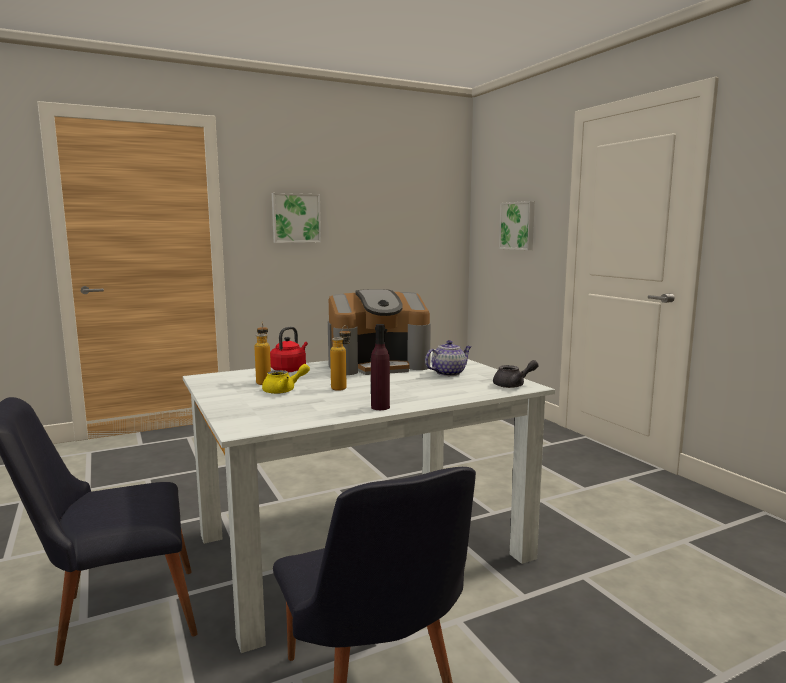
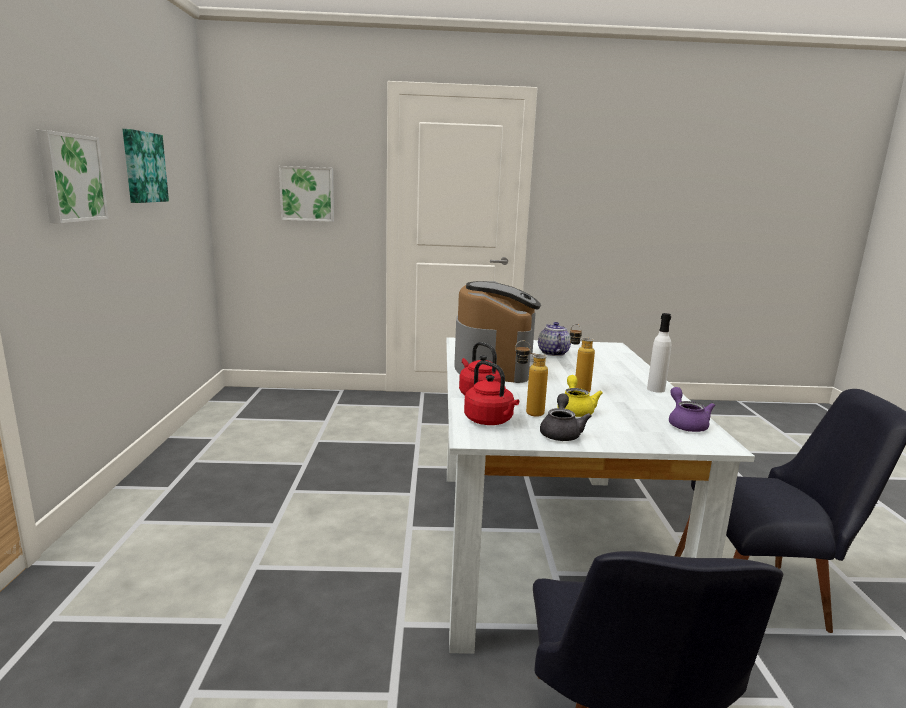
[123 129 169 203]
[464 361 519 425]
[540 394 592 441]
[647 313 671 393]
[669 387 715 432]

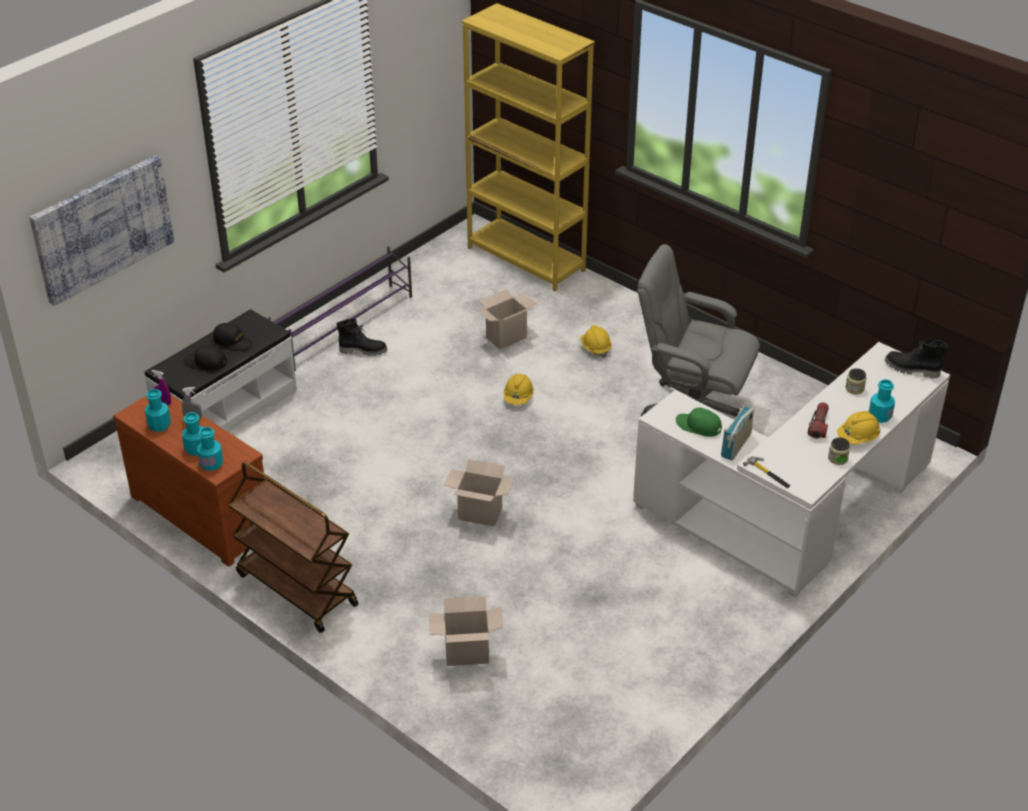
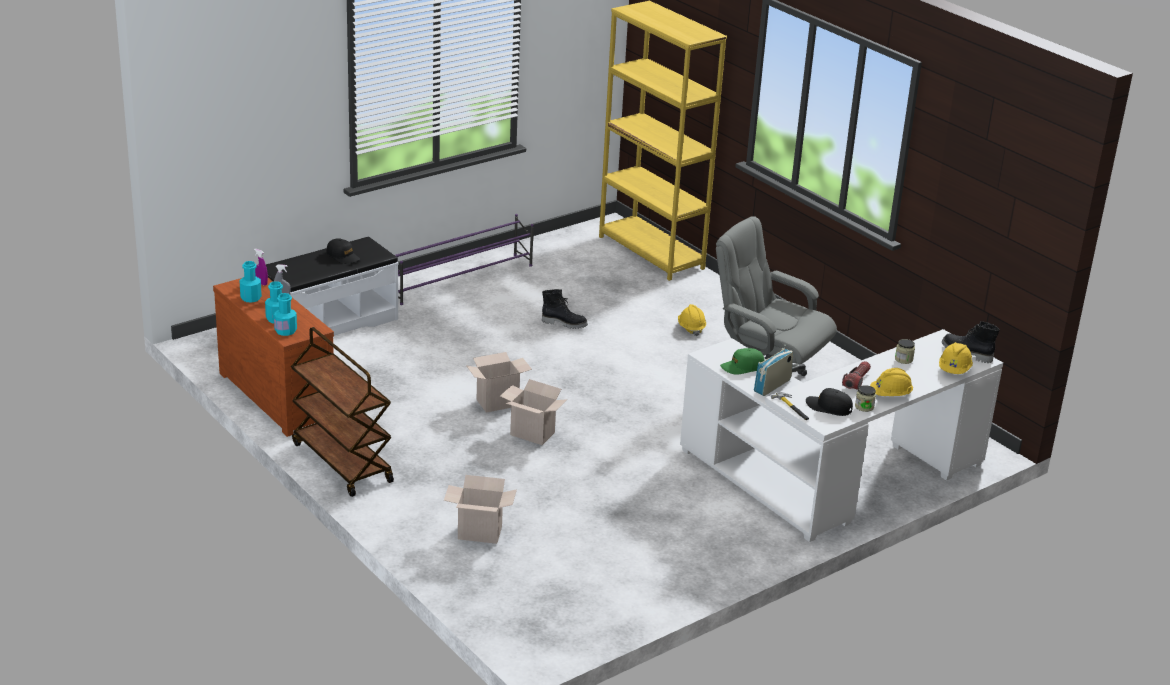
[466 352 532 413]
[542 289 588 329]
[720 348 764 375]
[806 388 853 416]
[939 342 973 374]
[29 155 174 306] (first image)
[869 379 895 423] (first image)

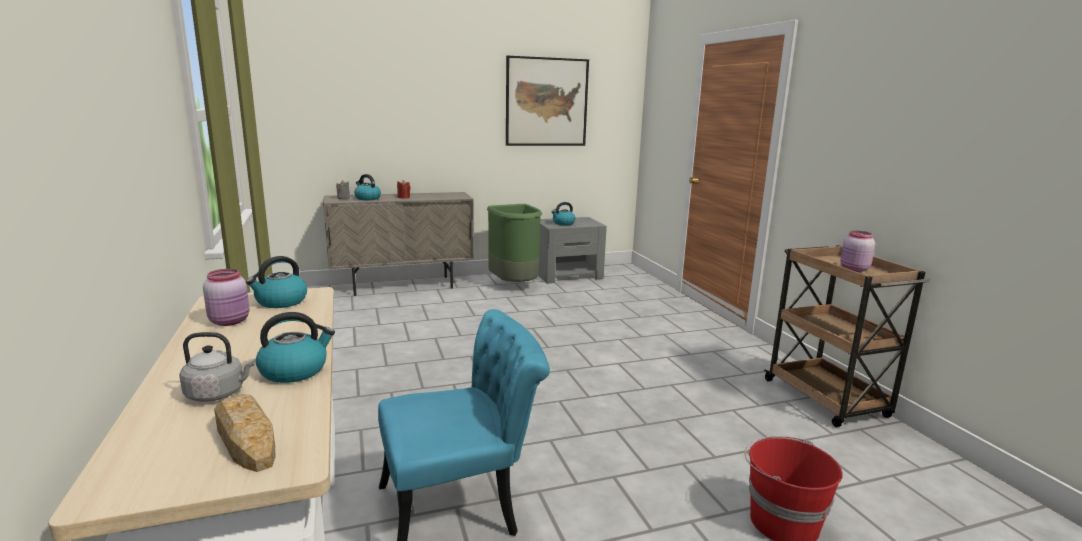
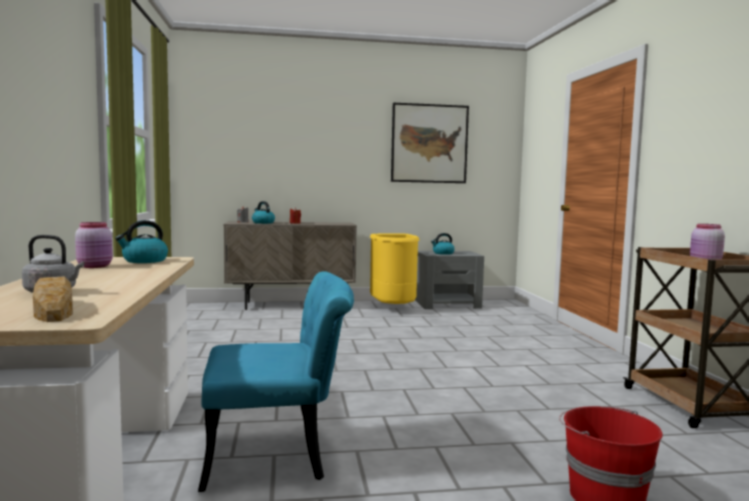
[370 234 420 304]
[256 312 335 383] (first image)

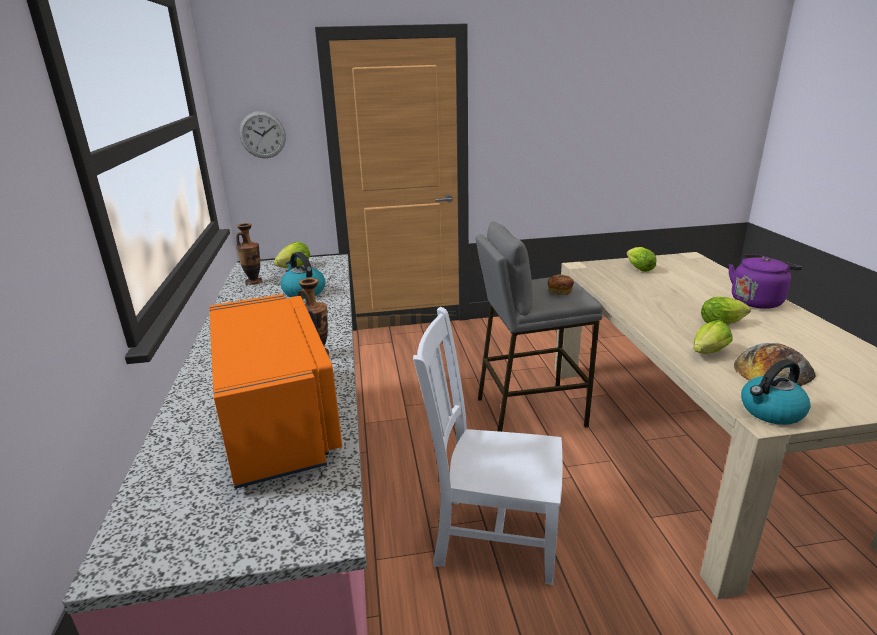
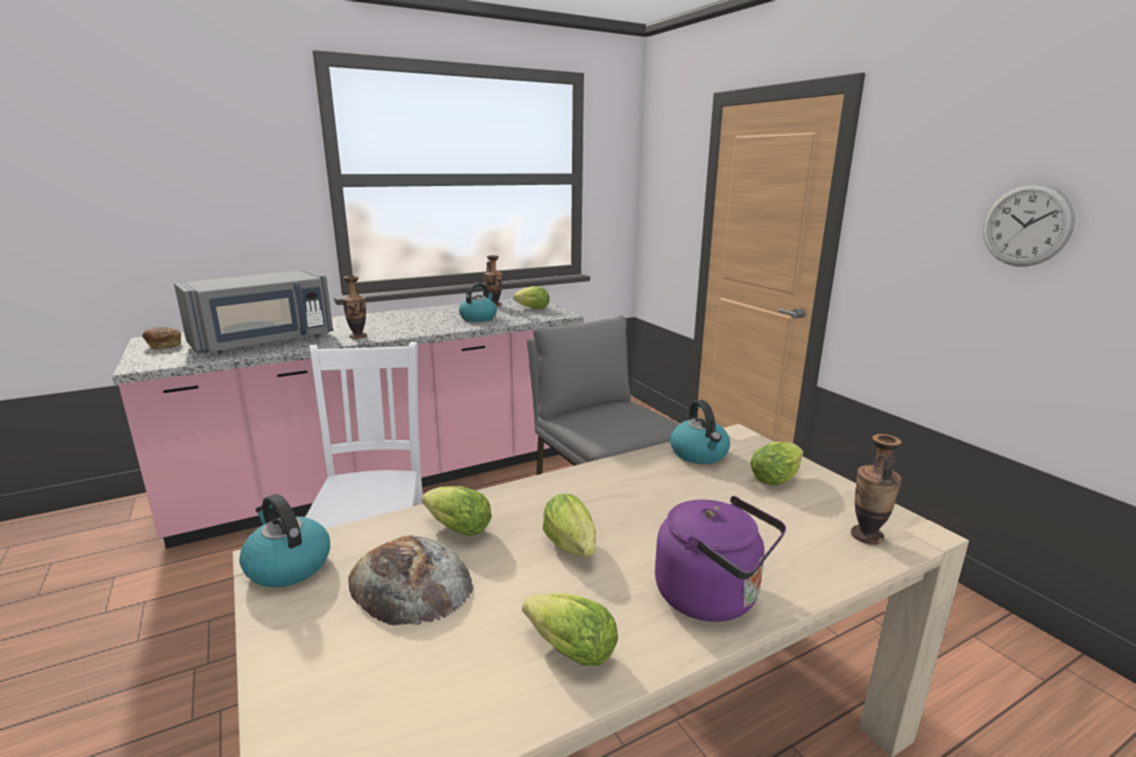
[142 327 182 349]
[174 270 333 354]
[522 593 618 666]
[670 400 730 464]
[851 434 902 545]
[983 183 1076 266]

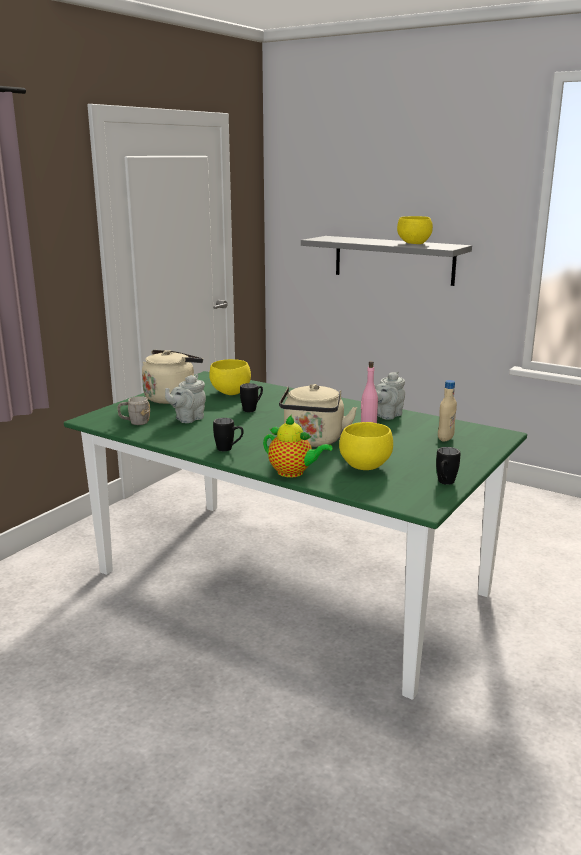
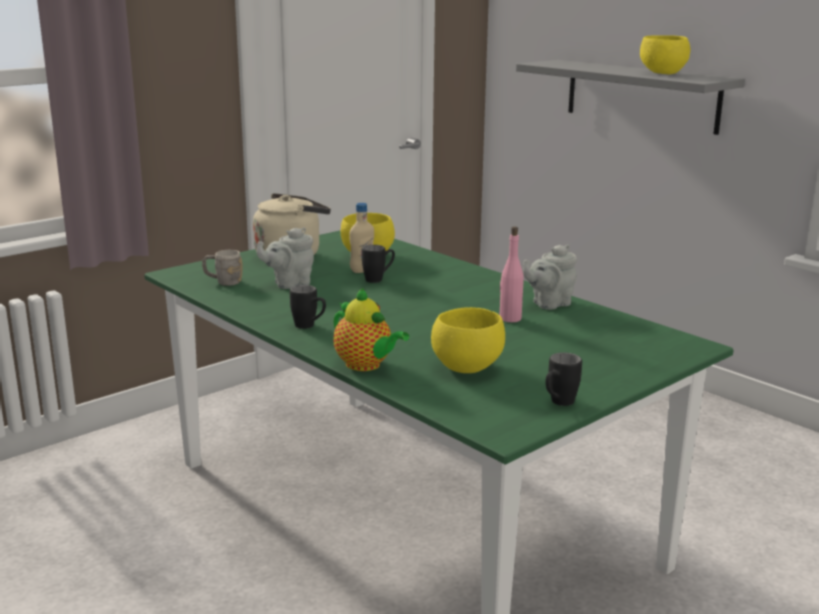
[349 203 374 273]
[279 384 357 447] (first image)

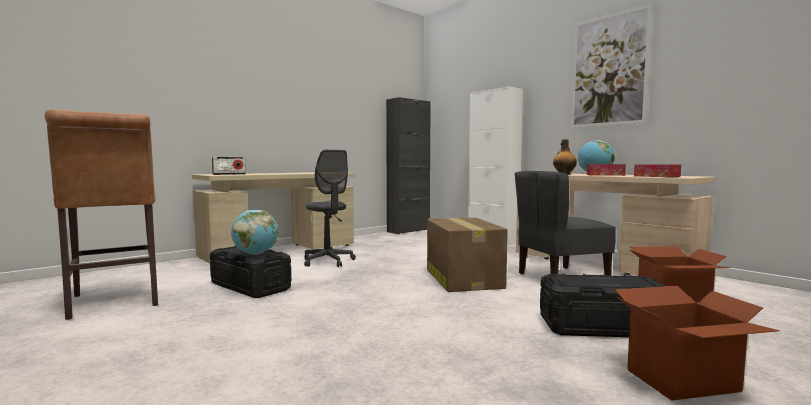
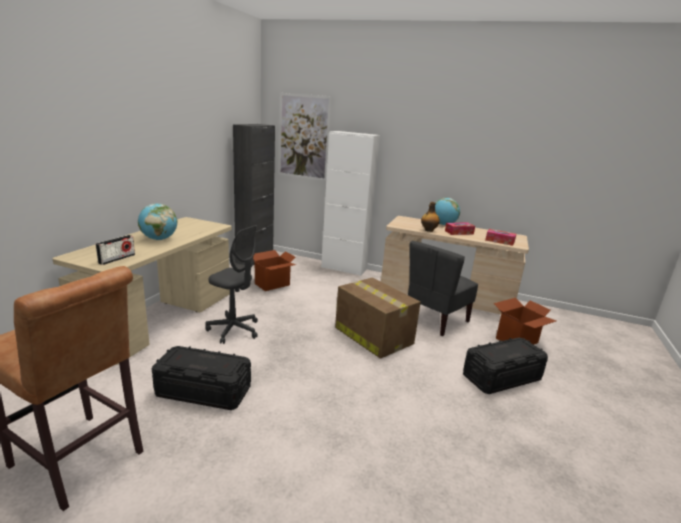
[138 204 178 240]
[253 250 296 291]
[278 93 332 181]

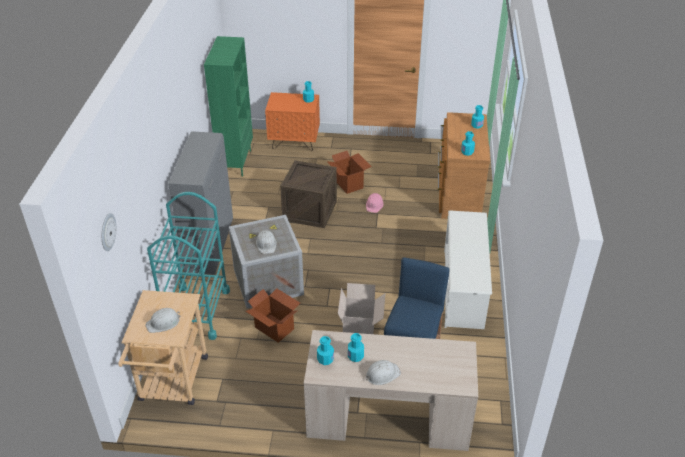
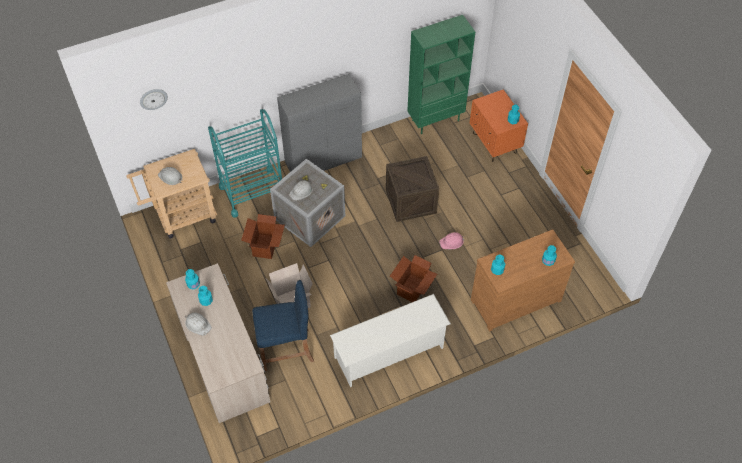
[390 255 437 302]

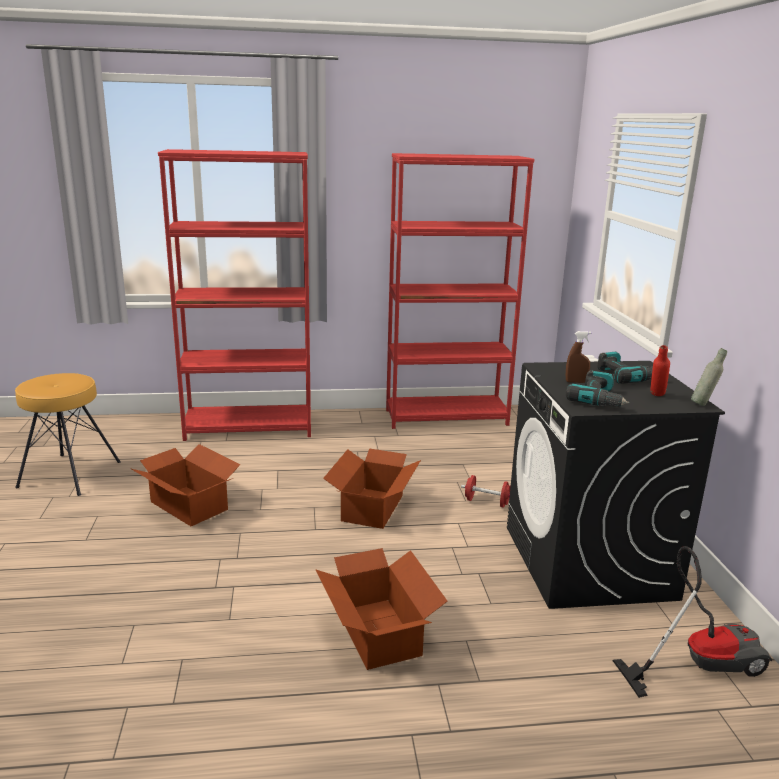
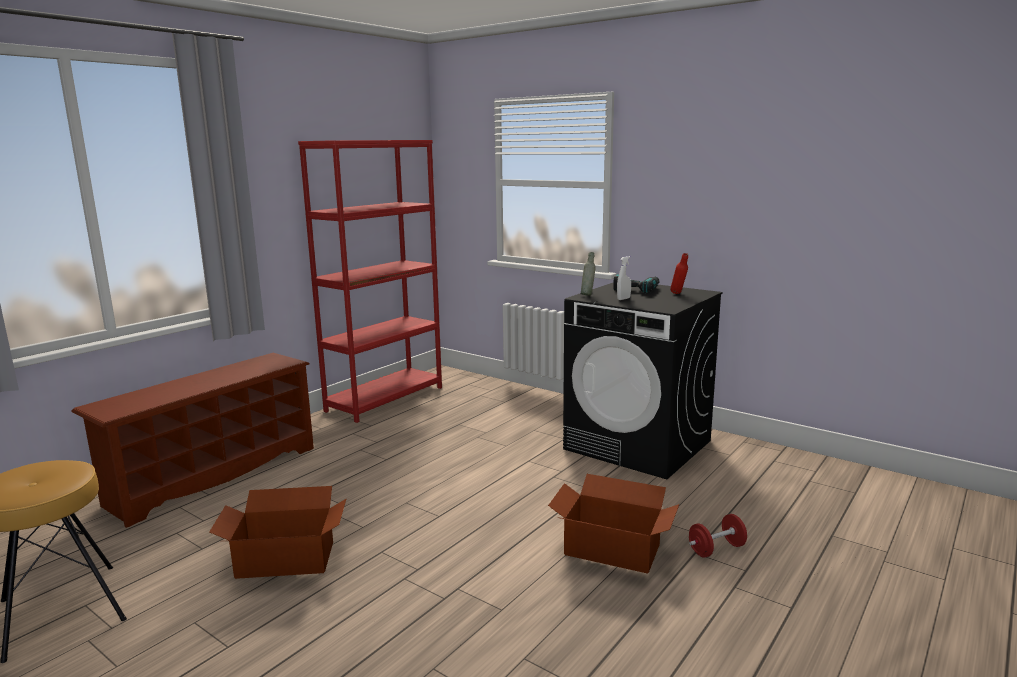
[71 353 314 528]
[581 252 596 296]
[617 256 631 300]
[689 514 747 558]
[323 448 421 529] (first image)
[566 370 629 407] (first image)
[613 546 772 698] (first image)

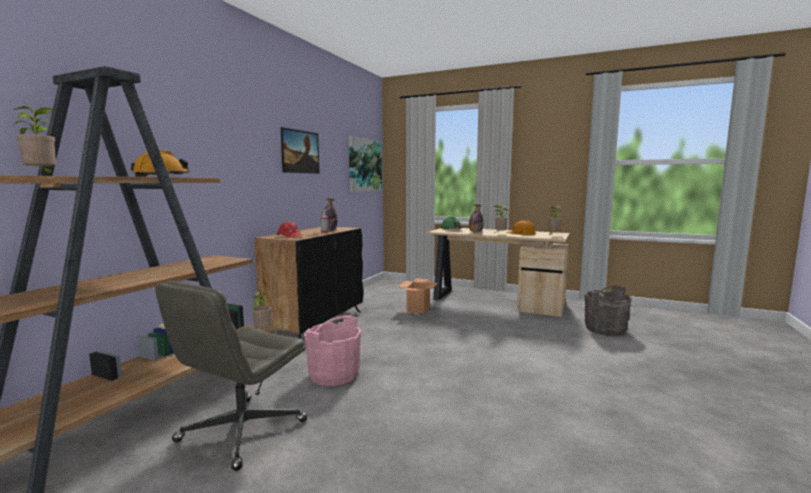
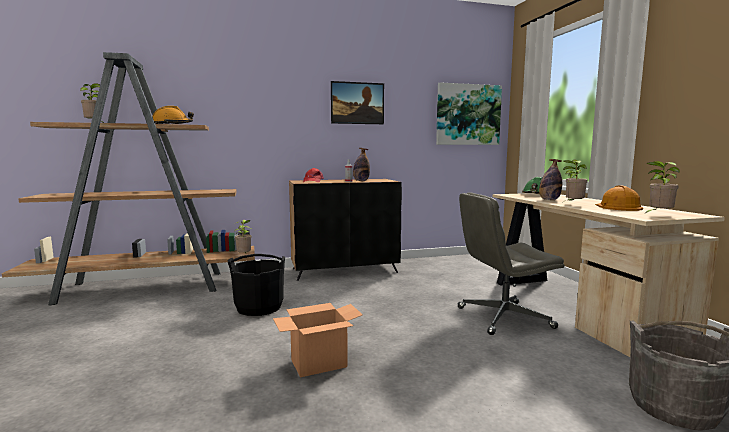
[228 254 285 316]
[273 303 363 378]
[458 192 565 335]

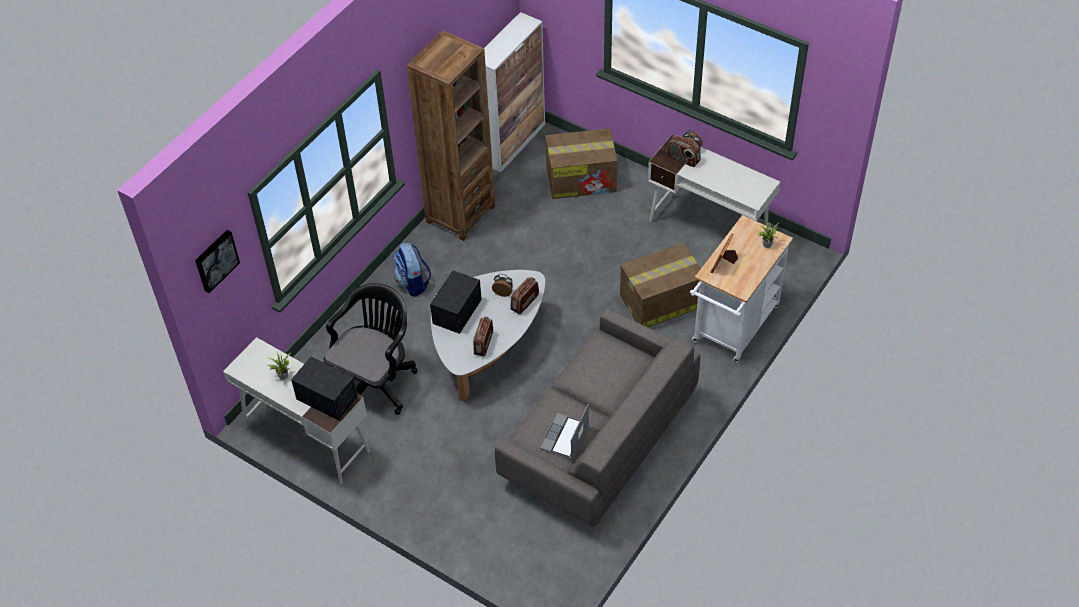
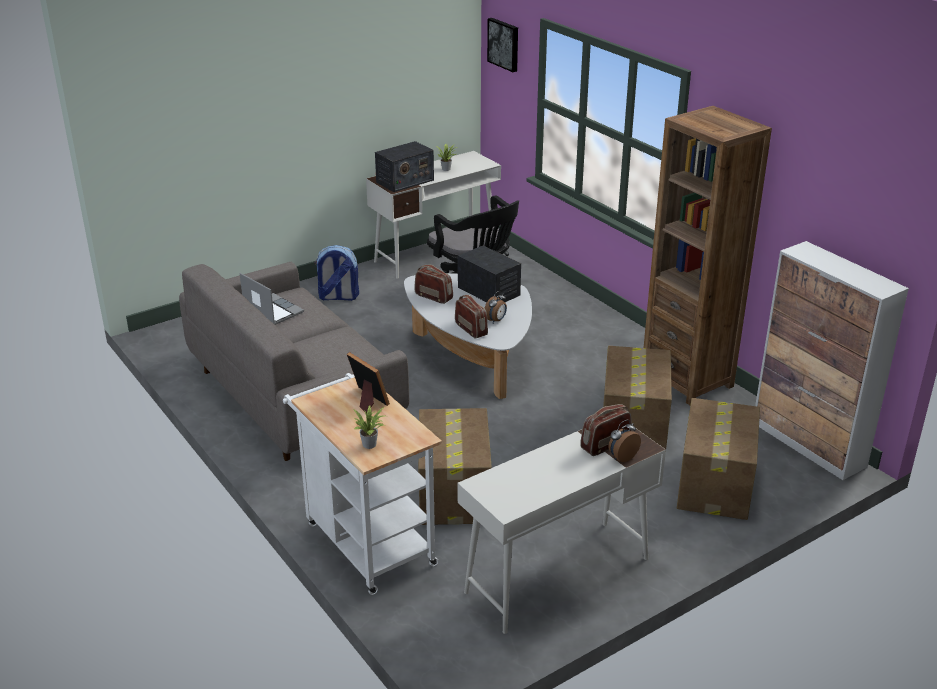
[315 245 359 301]
[603 346 672 449]

